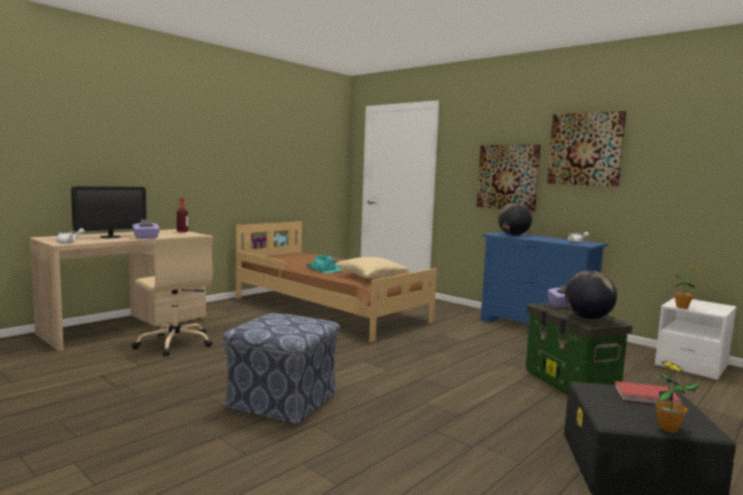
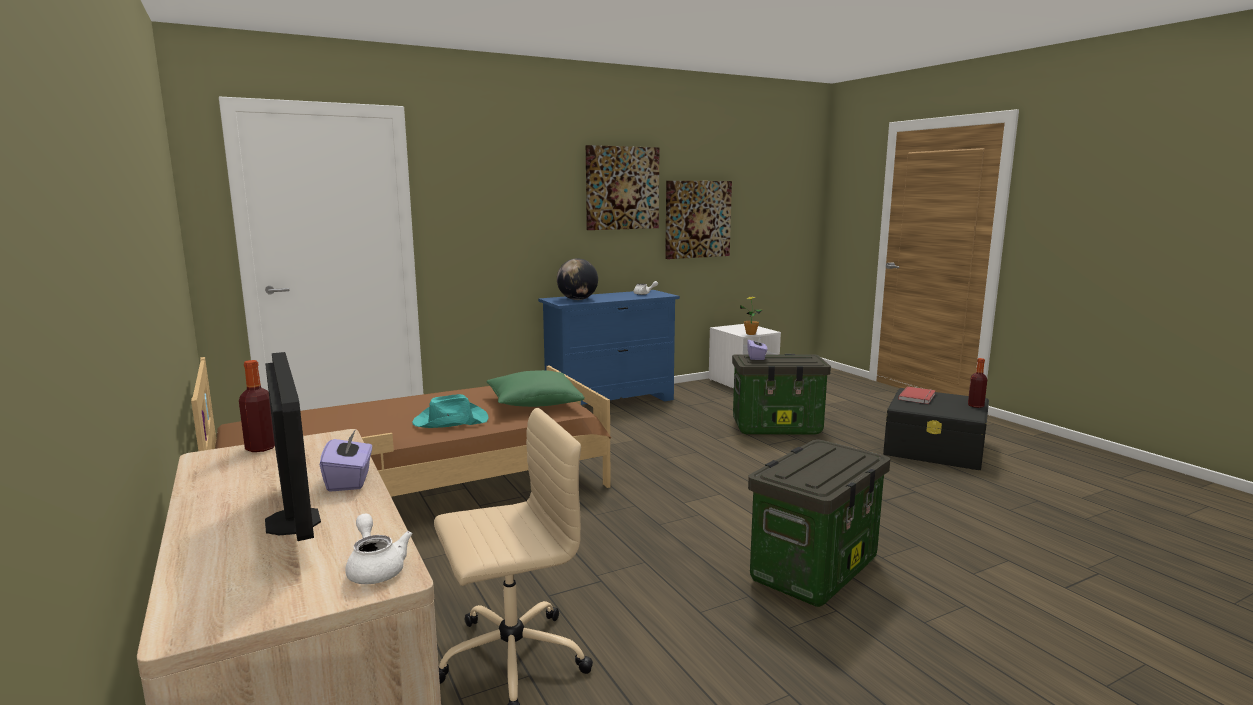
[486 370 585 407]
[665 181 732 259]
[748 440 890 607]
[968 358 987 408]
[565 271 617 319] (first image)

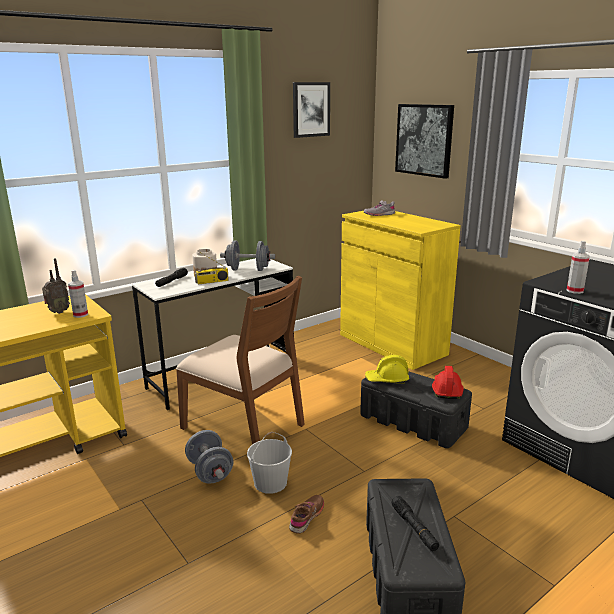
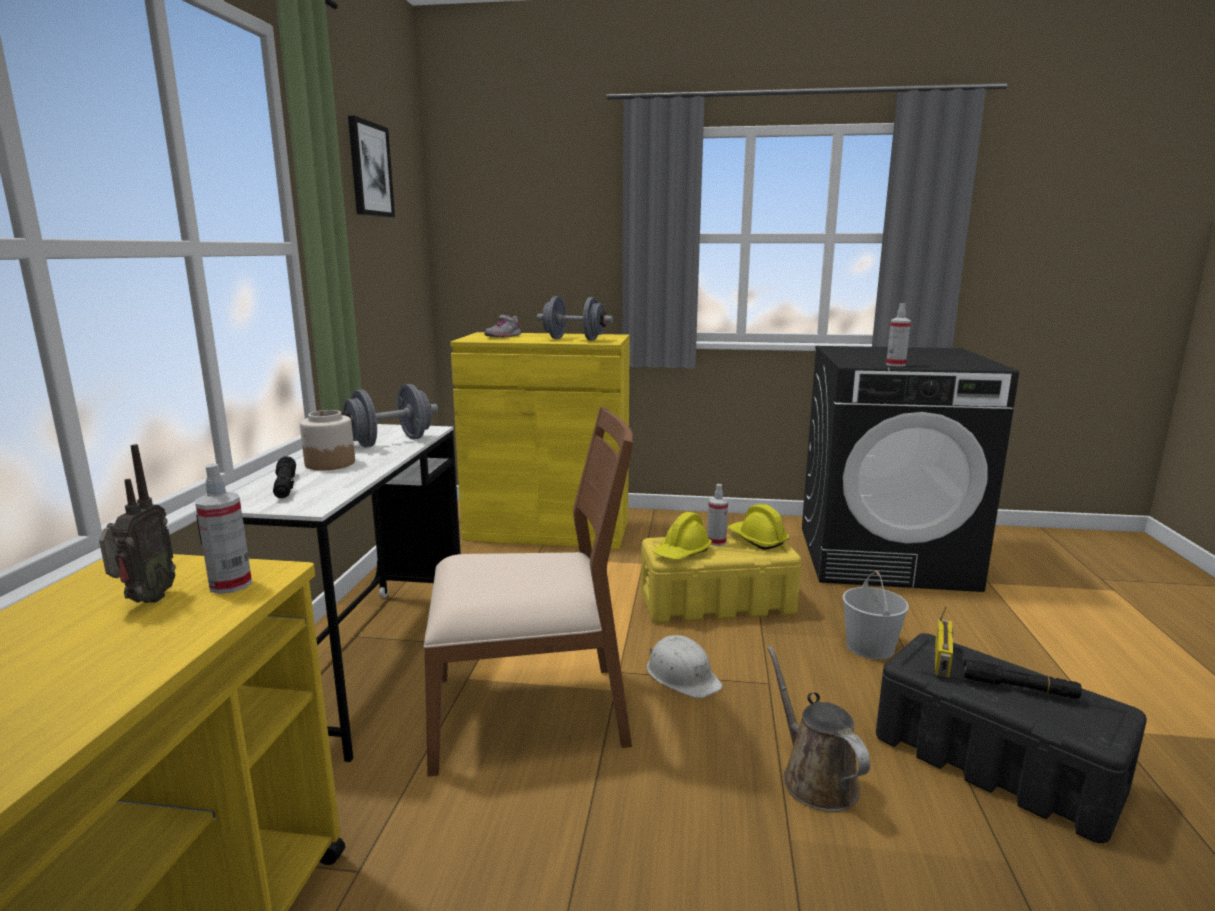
[537 296 613 341]
[641 534 801 623]
[647 635 723 698]
[707 484 728 546]
[727 504 789 550]
[767 646 870 812]
[843 571 909 659]
[935 607 953 677]
[395 104 454 179] (first image)

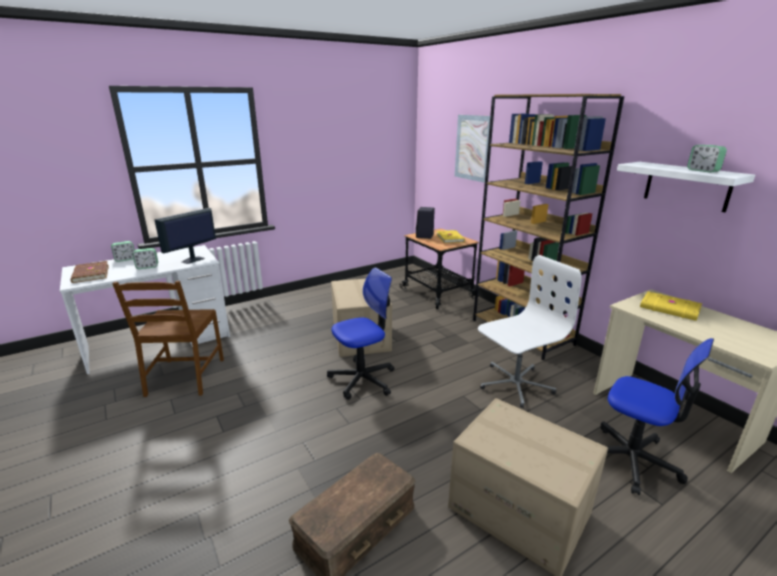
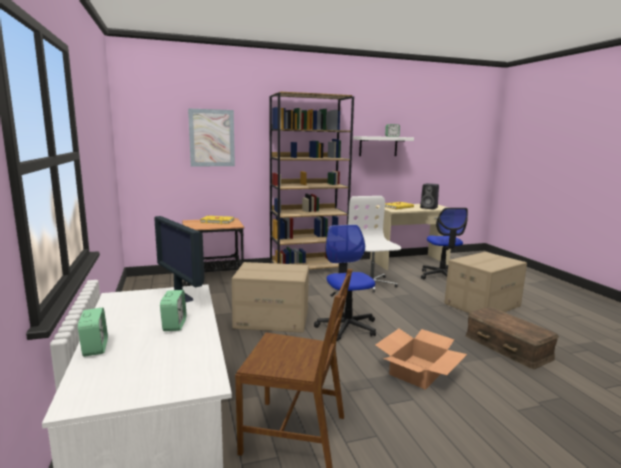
[375 329 467 390]
[420 183 439 210]
[421 208 468 279]
[71 261 109 283] (first image)

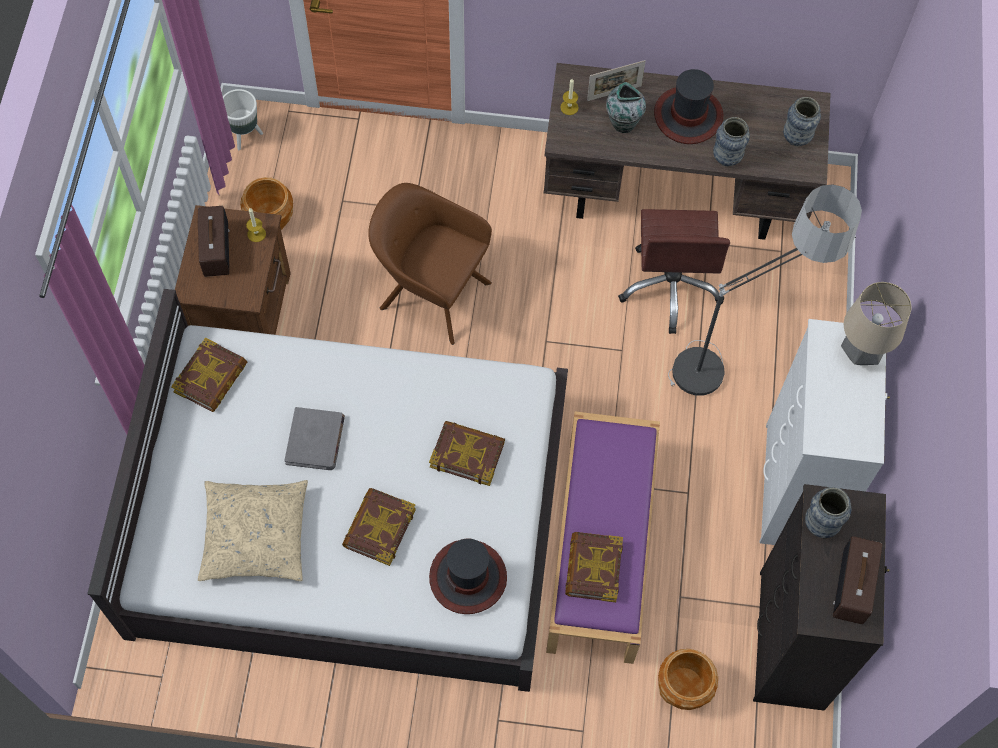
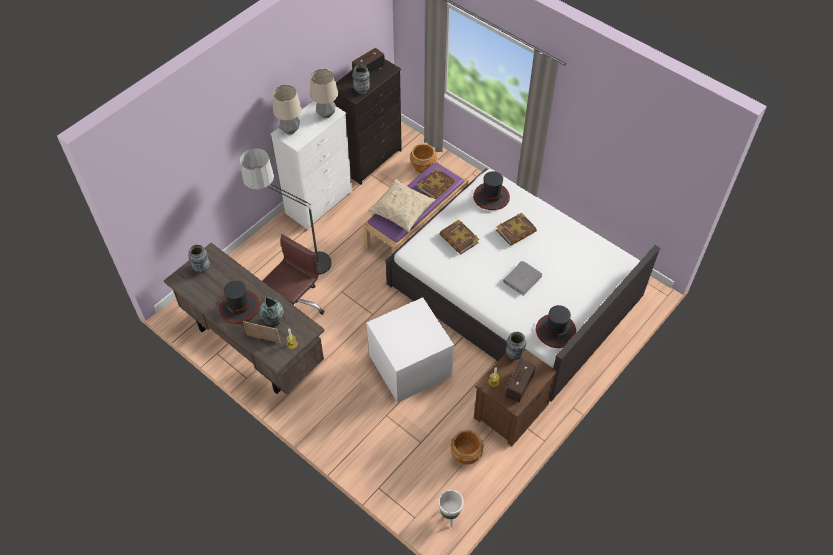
[310 69 338 118]
[367 297 454 403]
[368 179 436 232]
[506 332 526 360]
[536 305 576 348]

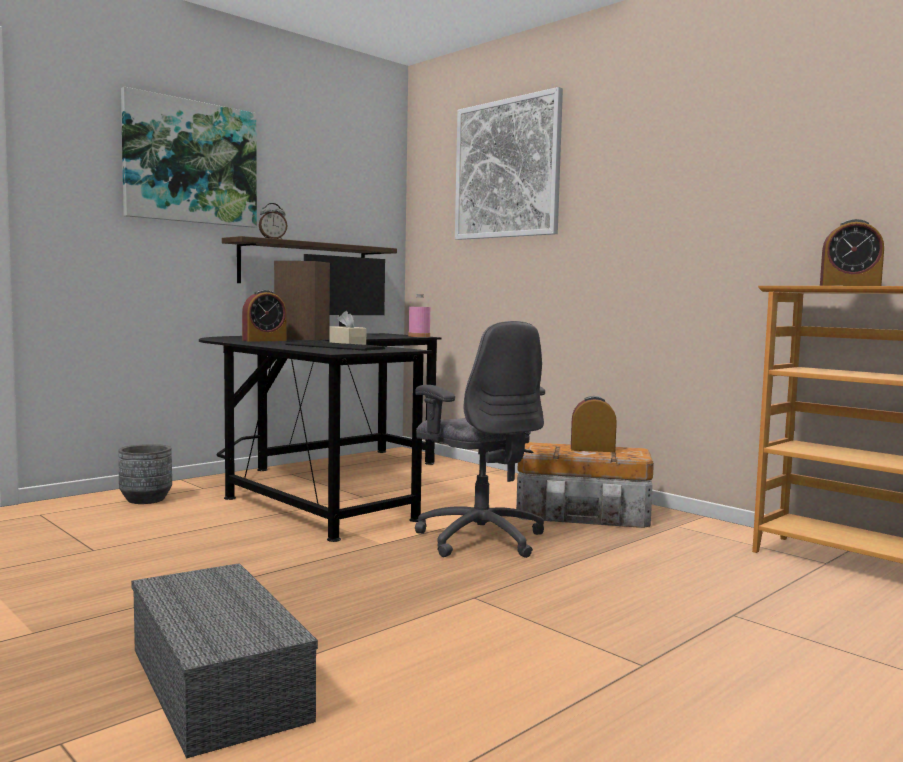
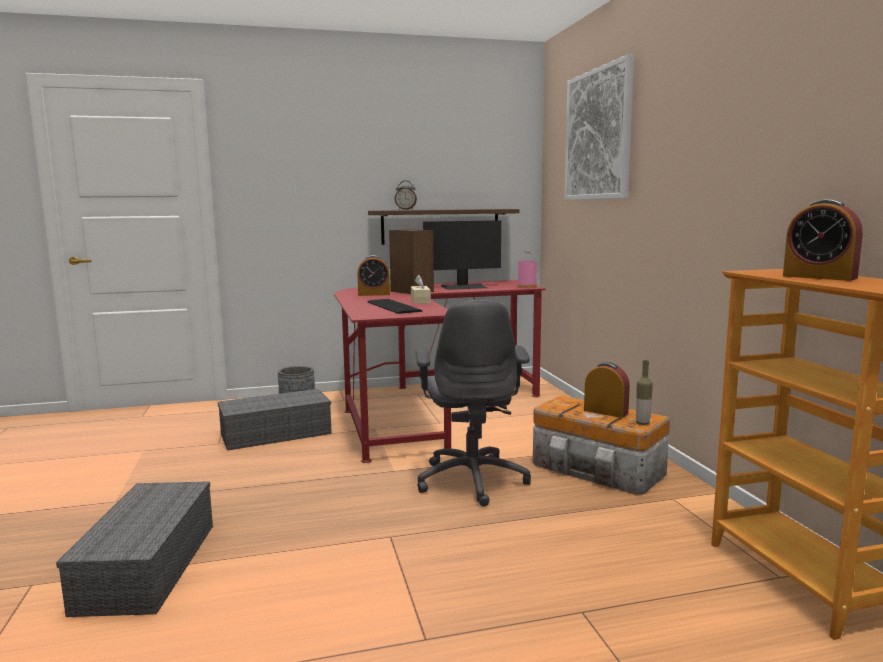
[218 389 332 451]
[334 280 546 463]
[636 360 653 425]
[121 87 257 228] (first image)

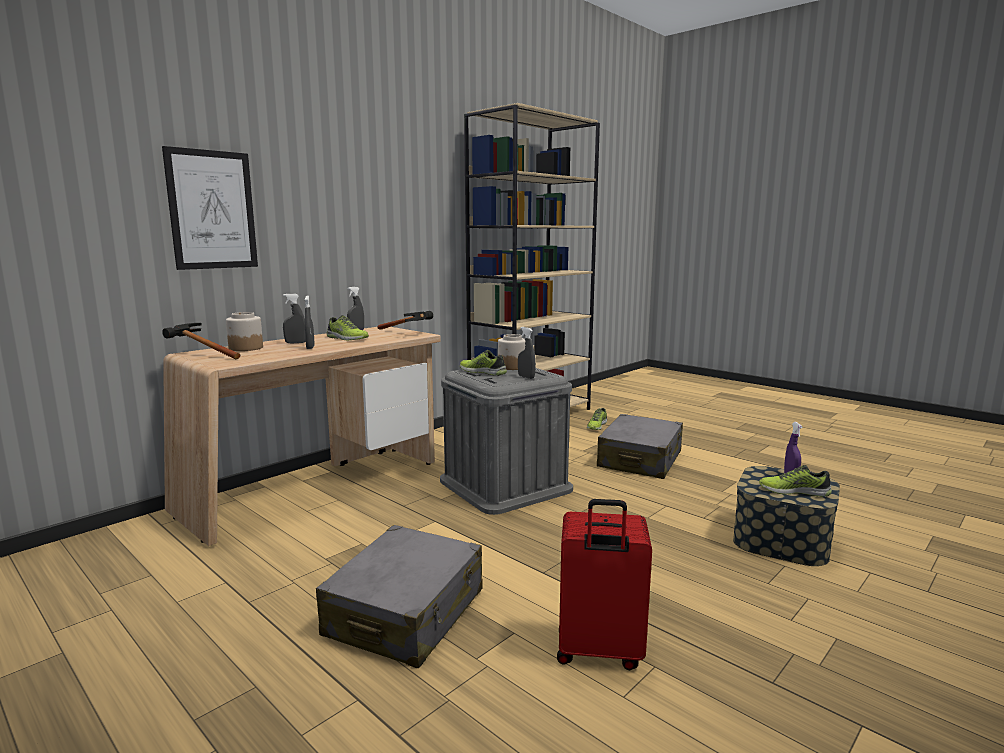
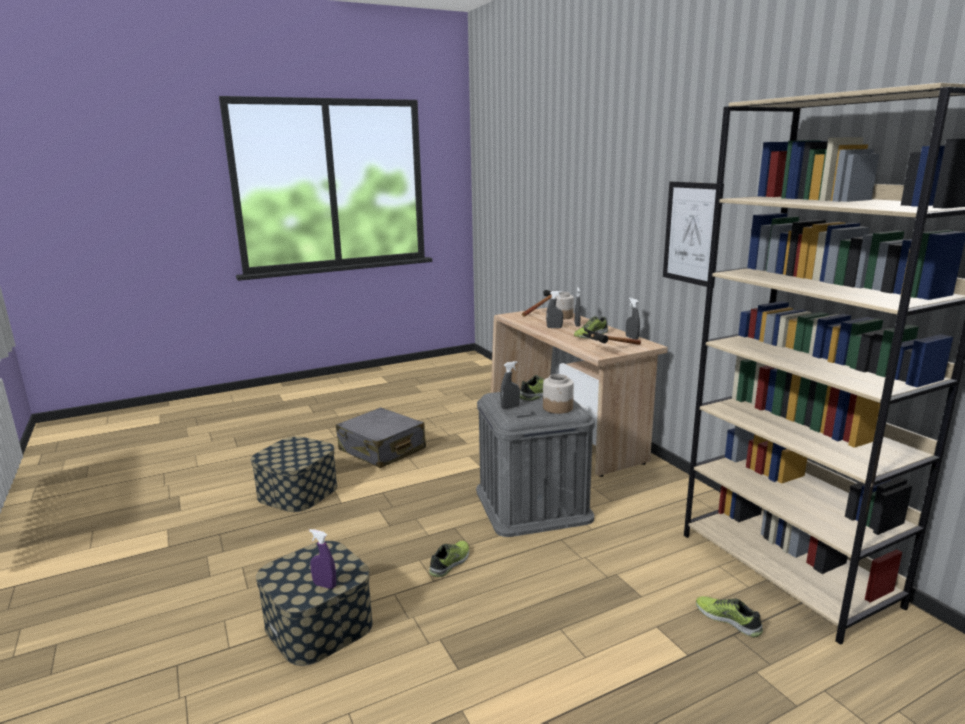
[251 436 337 512]
[429 541 469 577]
[663 182 724 288]
[597 414 683 479] (first image)

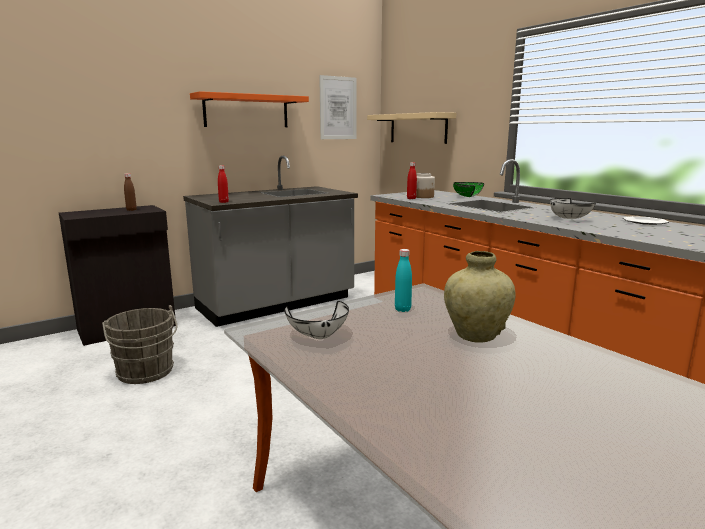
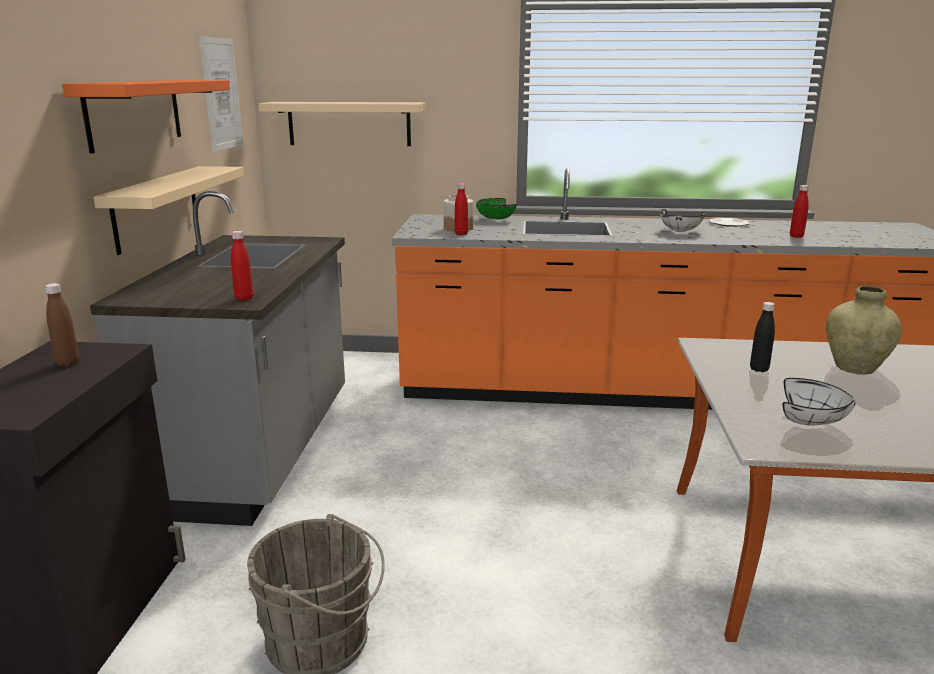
[93 166 244 255]
[750 302 775 372]
[790 185 809 238]

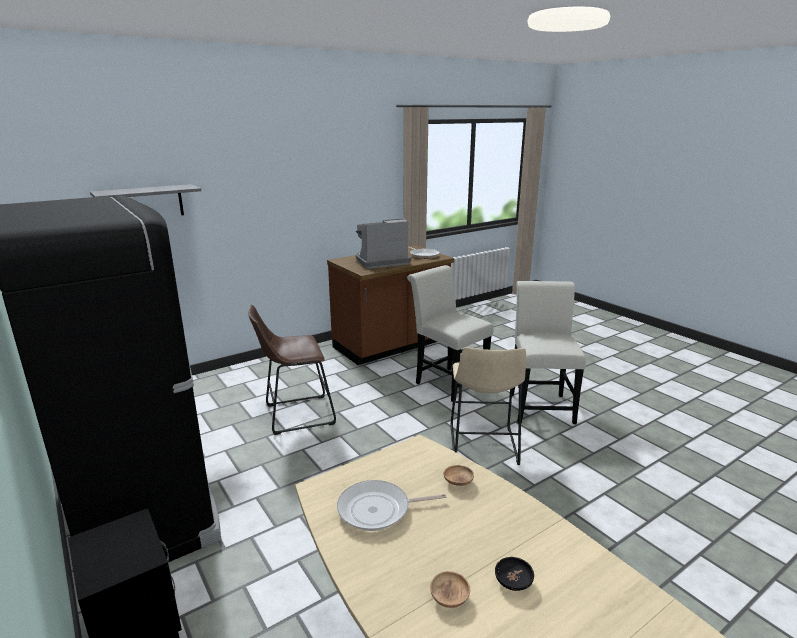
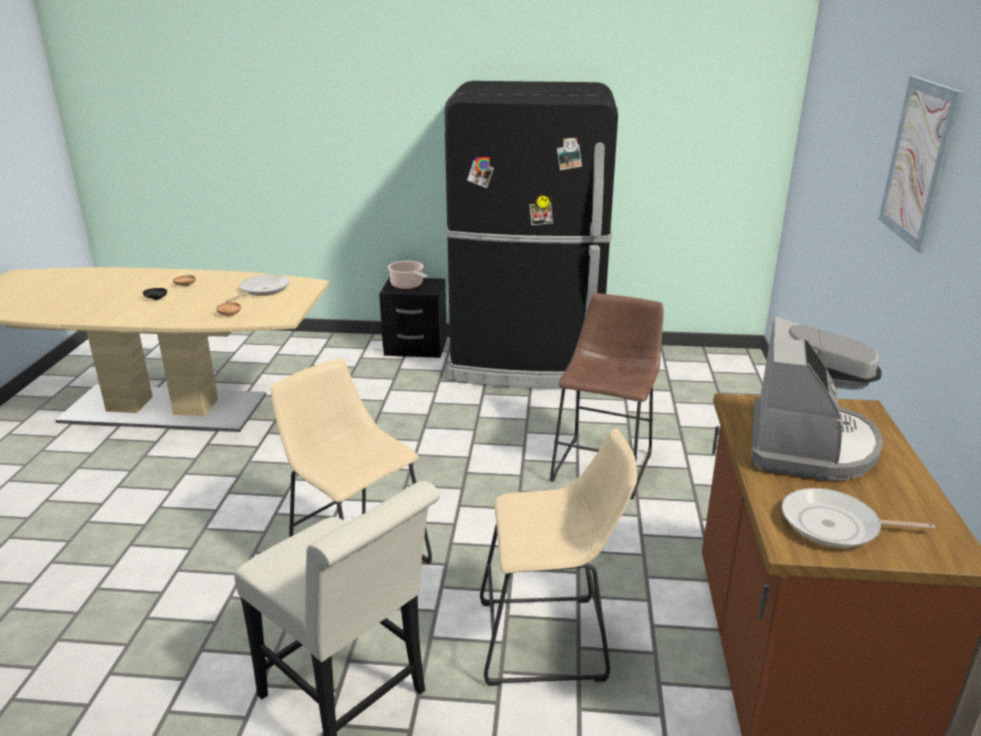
[388 261 428 289]
[480 428 637 686]
[879 76 964 253]
[90 184 201 215] (first image)

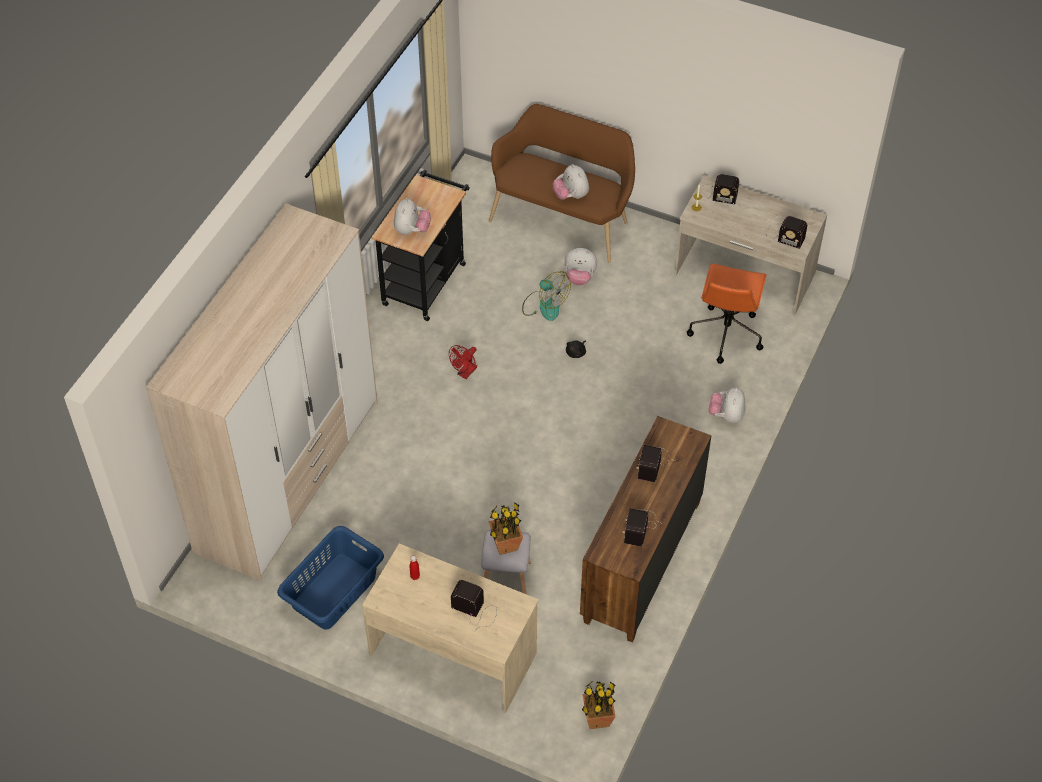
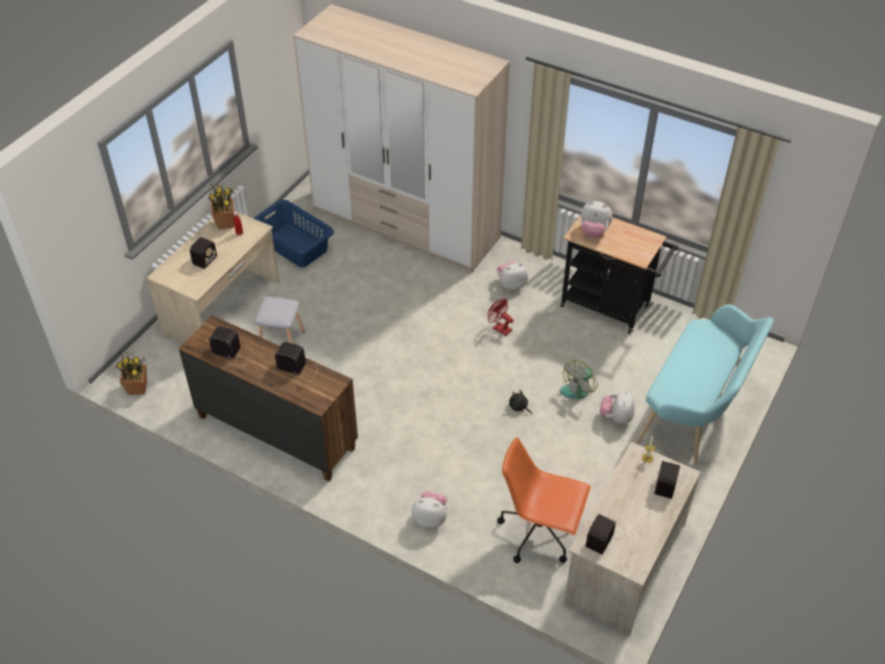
[208 181 234 230]
[497 262 528 291]
[636 304 774 464]

